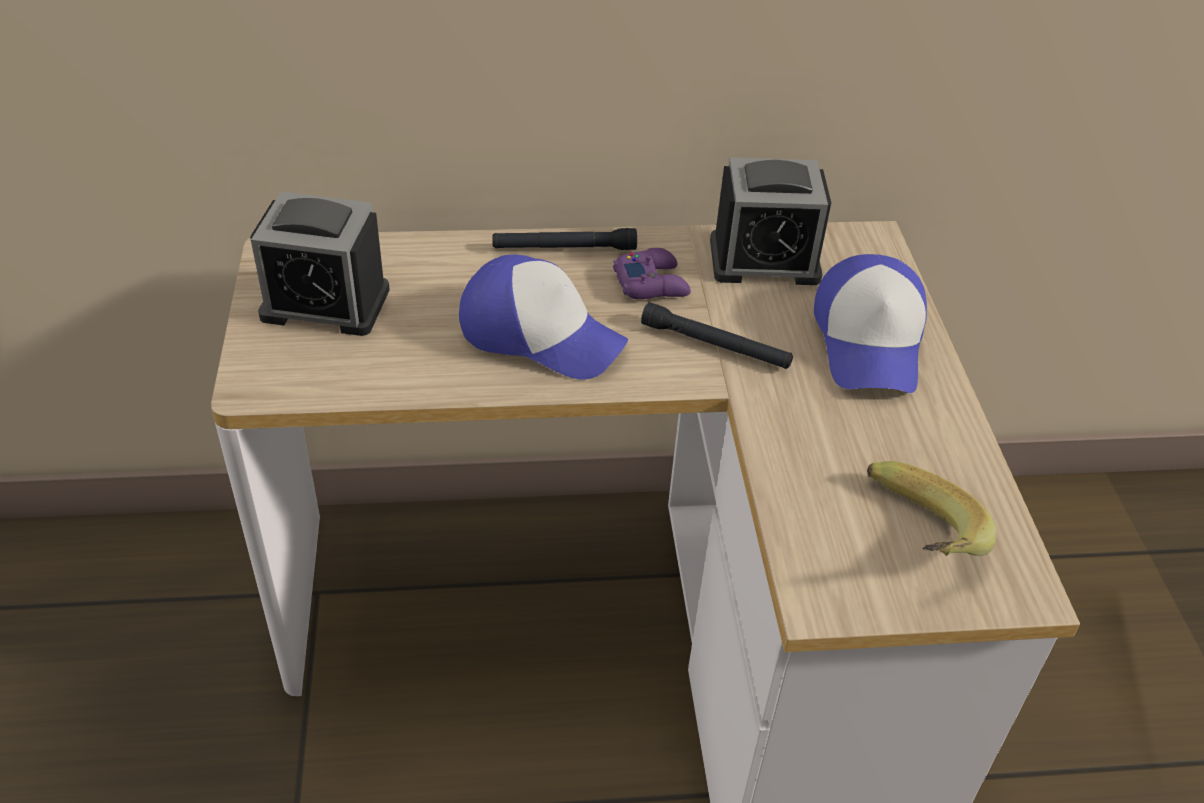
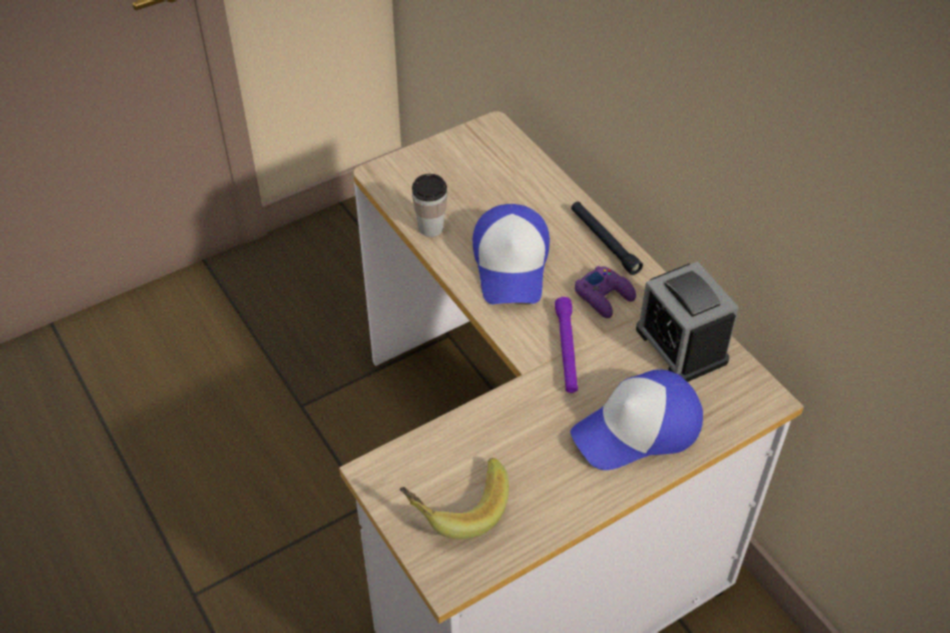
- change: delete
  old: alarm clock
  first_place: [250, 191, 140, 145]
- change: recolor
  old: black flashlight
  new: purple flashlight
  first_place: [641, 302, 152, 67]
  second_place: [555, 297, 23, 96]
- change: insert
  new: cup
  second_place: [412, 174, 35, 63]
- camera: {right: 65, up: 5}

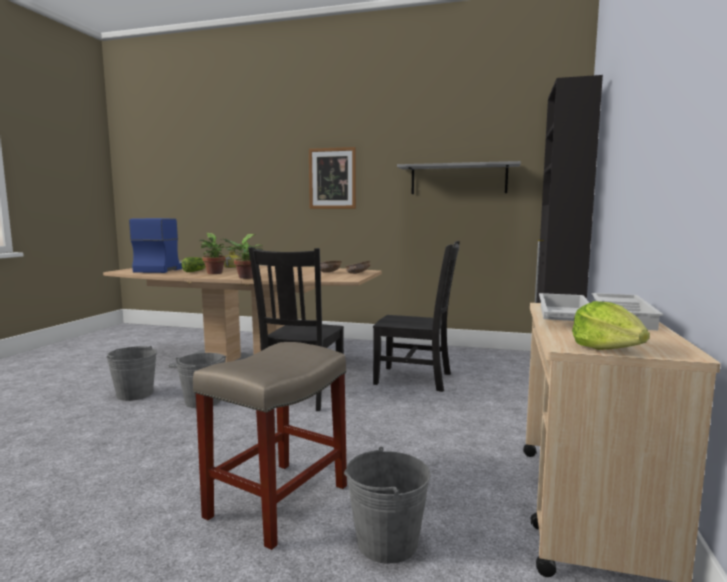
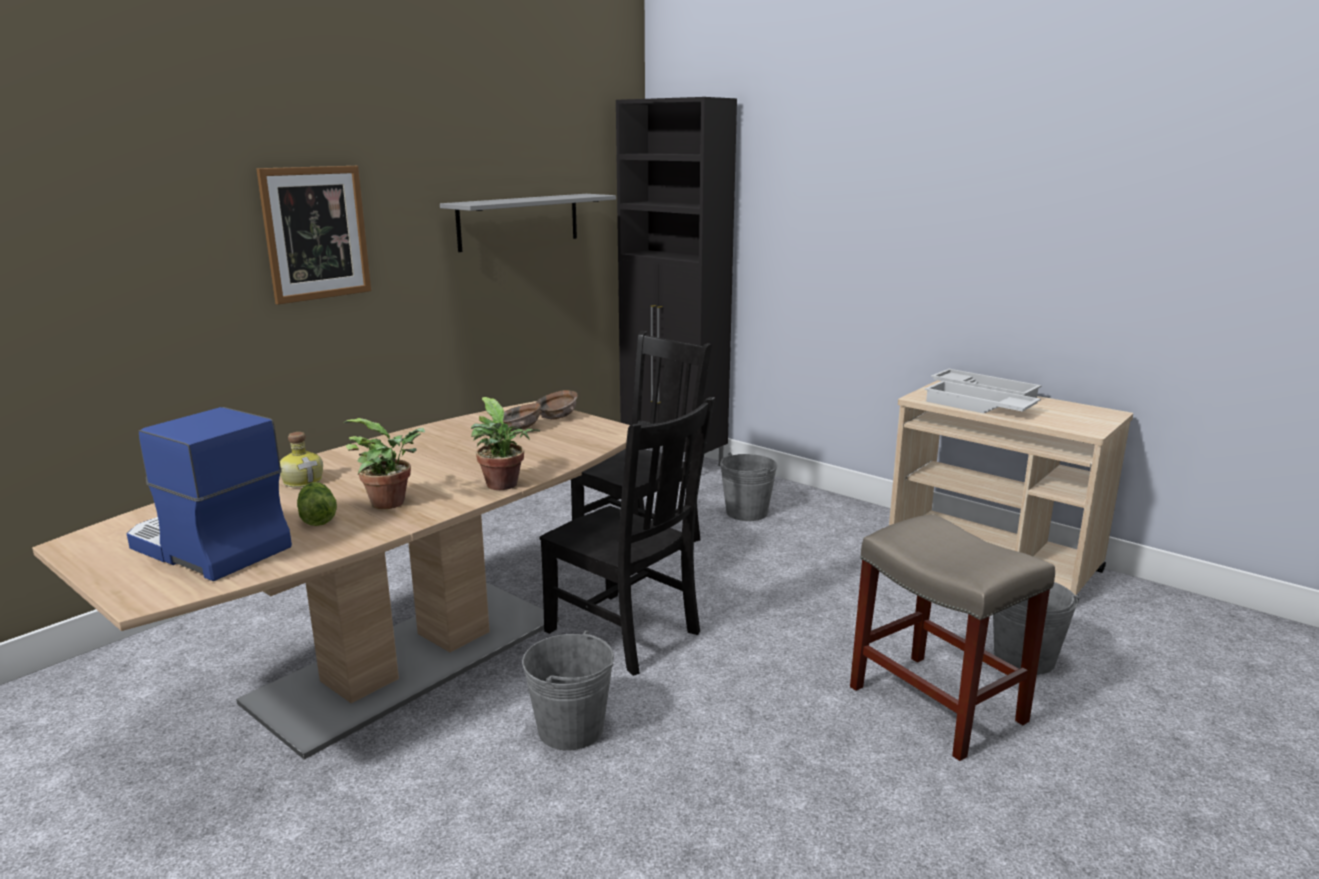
- change: move
  old: grey bucket
  first_place: [106, 346, 51, 55]
  second_place: [720, 453, 57, 68]
- change: delete
  old: lettuce
  first_place: [572, 301, 78, 49]
- camera: {right: -65, up: 10}

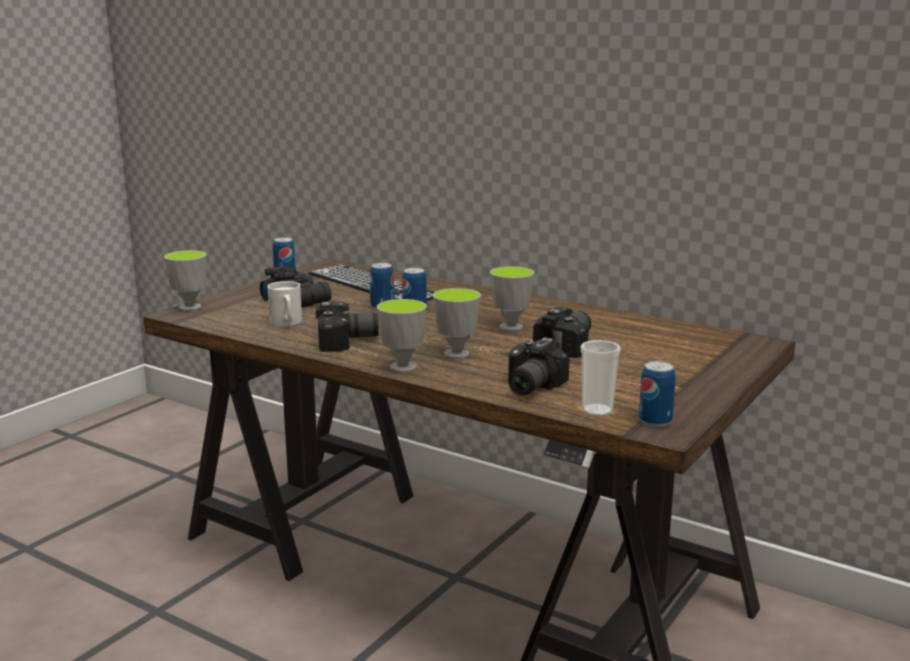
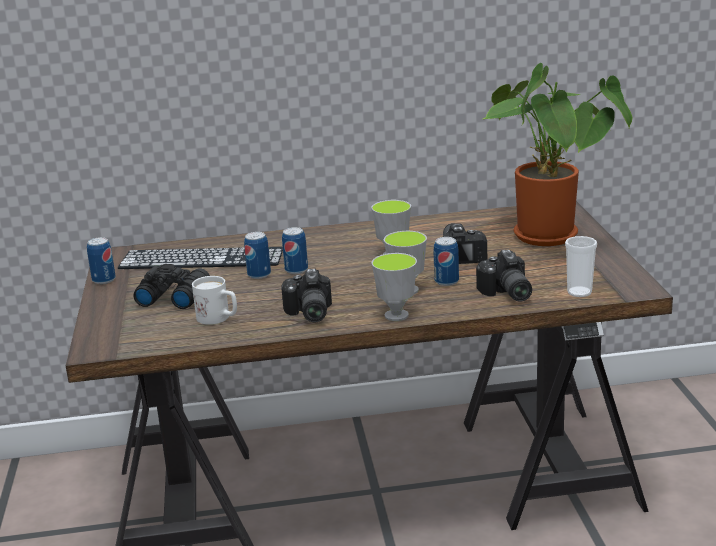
- change: delete
  old: cup
  first_place: [164, 250, 43, 61]
- change: rotate
  old: photo camera
  first_place: [316, 301, 63, 51]
  second_place: [282, 269, 50, 53]
  degrees: 135
- change: move
  old: can
  first_place: [639, 361, 36, 66]
  second_place: [434, 237, 25, 49]
- change: insert
  new: potted plant
  second_place: [483, 63, 150, 183]
- camera: {right: -40, up: 5}

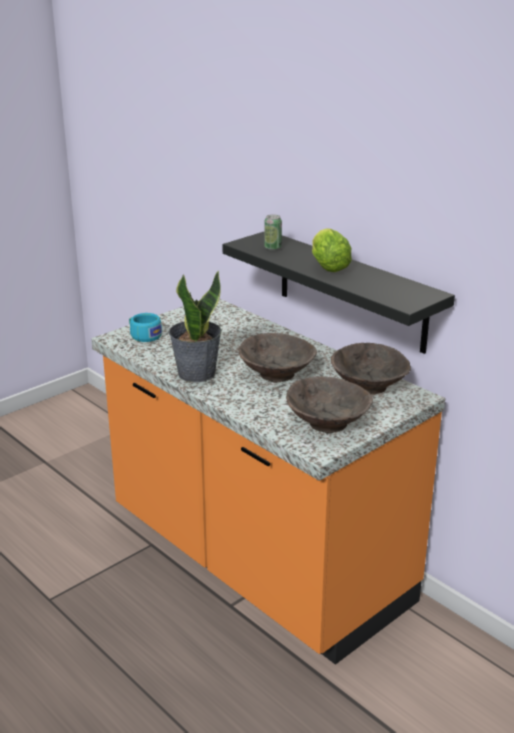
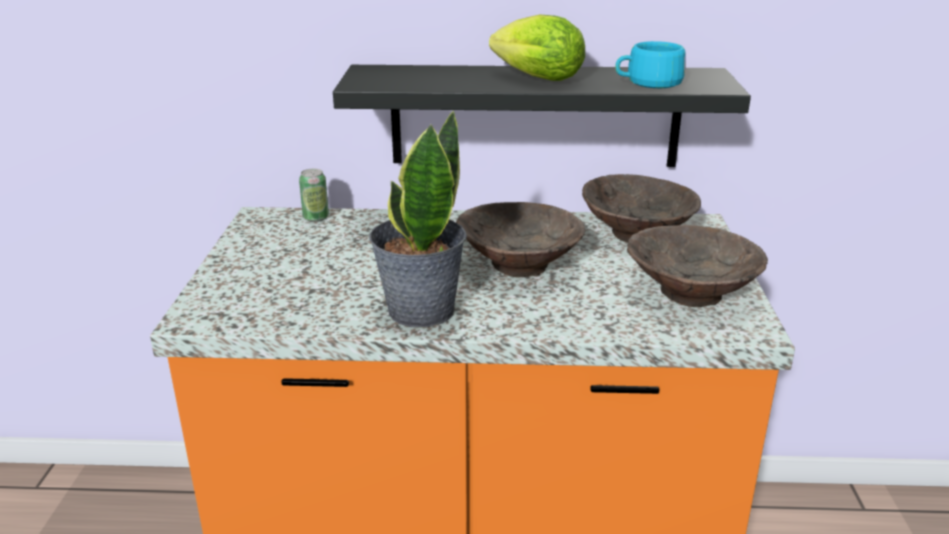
- change: move
  old: turquoise cup
  first_place: [129, 313, 33, 29]
  second_place: [615, 41, 71, 47]
- change: move
  old: can
  first_place: [264, 215, 18, 35]
  second_place: [299, 169, 30, 53]
- camera: {right: -45, up: 0}

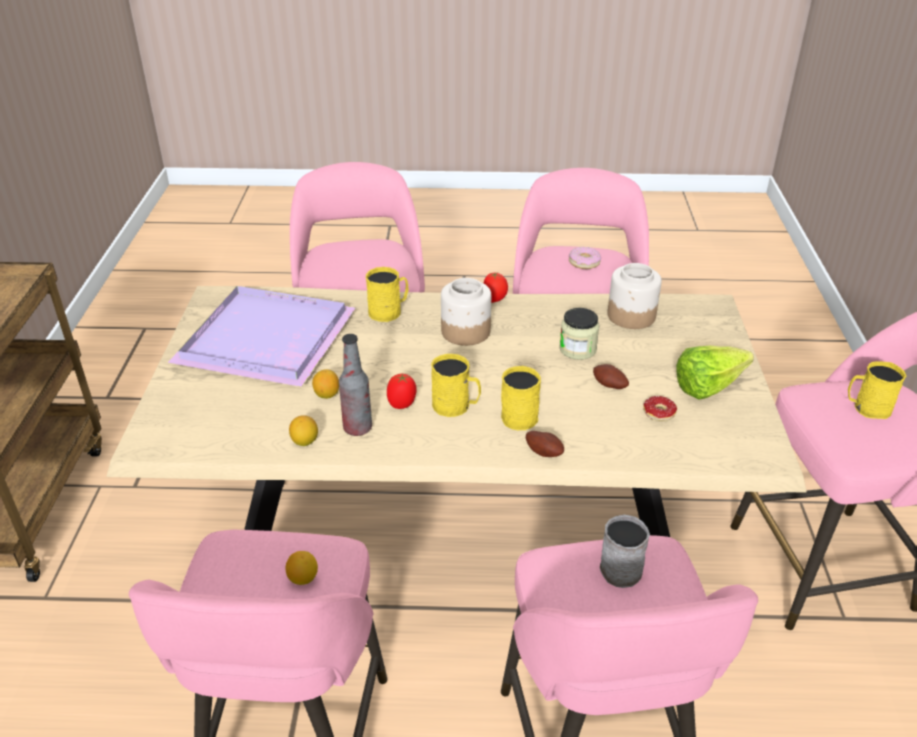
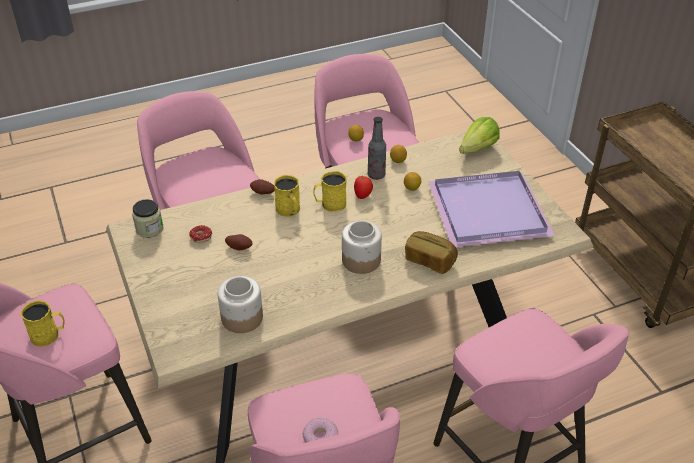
- change: replace
  old: yellow mug
  new: bread
  first_place: [366, 267, 42, 55]
  second_place: [405, 231, 53, 43]
- change: delete
  old: tomato
  first_place: [484, 272, 24, 31]
- change: move
  old: jar
  first_place: [559, 308, 40, 52]
  second_place: [132, 199, 31, 39]
- change: delete
  old: grey mug
  first_place: [600, 515, 50, 73]
- change: move
  old: lettuce
  first_place: [676, 346, 78, 54]
  second_place: [459, 117, 41, 37]
- camera: {right: 155, up: 5}

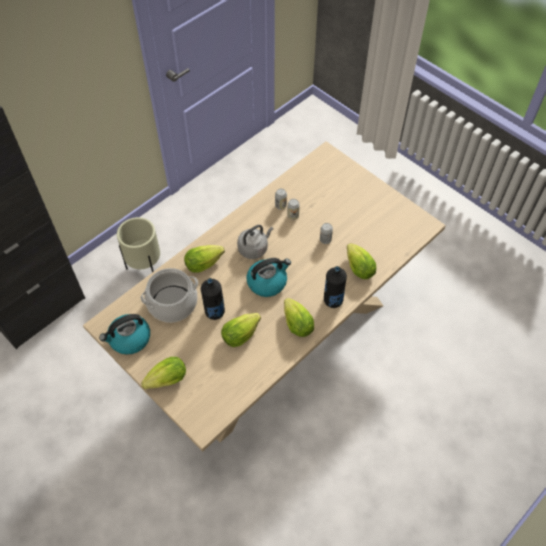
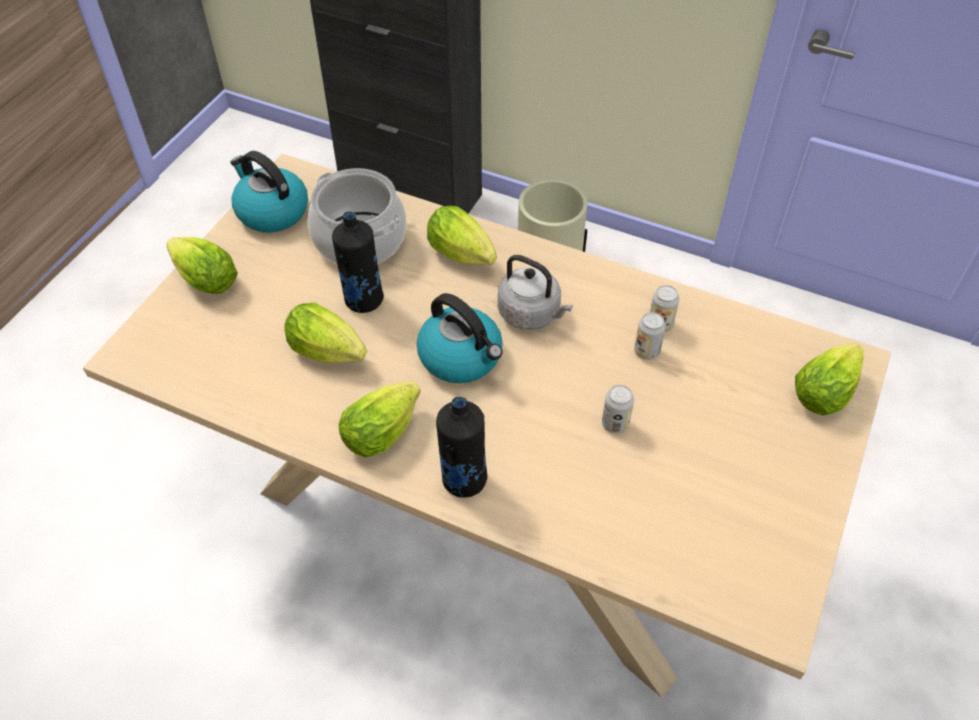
- change: move
  old: lettuce
  first_place: [347, 243, 29, 36]
  second_place: [795, 344, 69, 71]
- camera: {right: 70, up: -5}

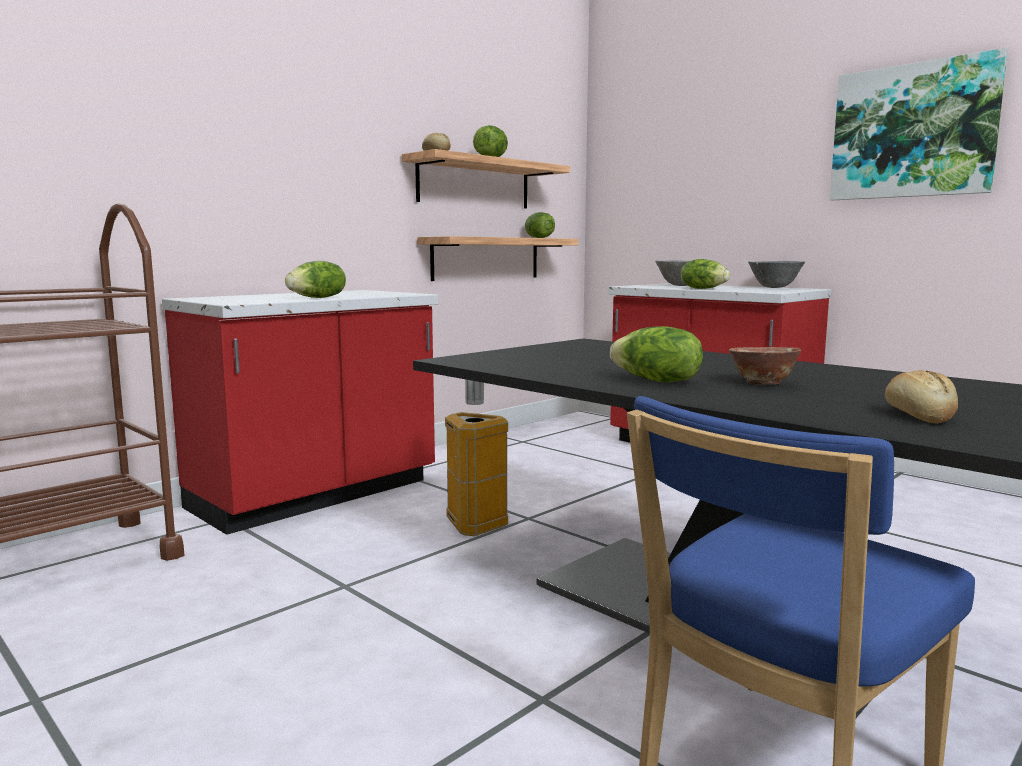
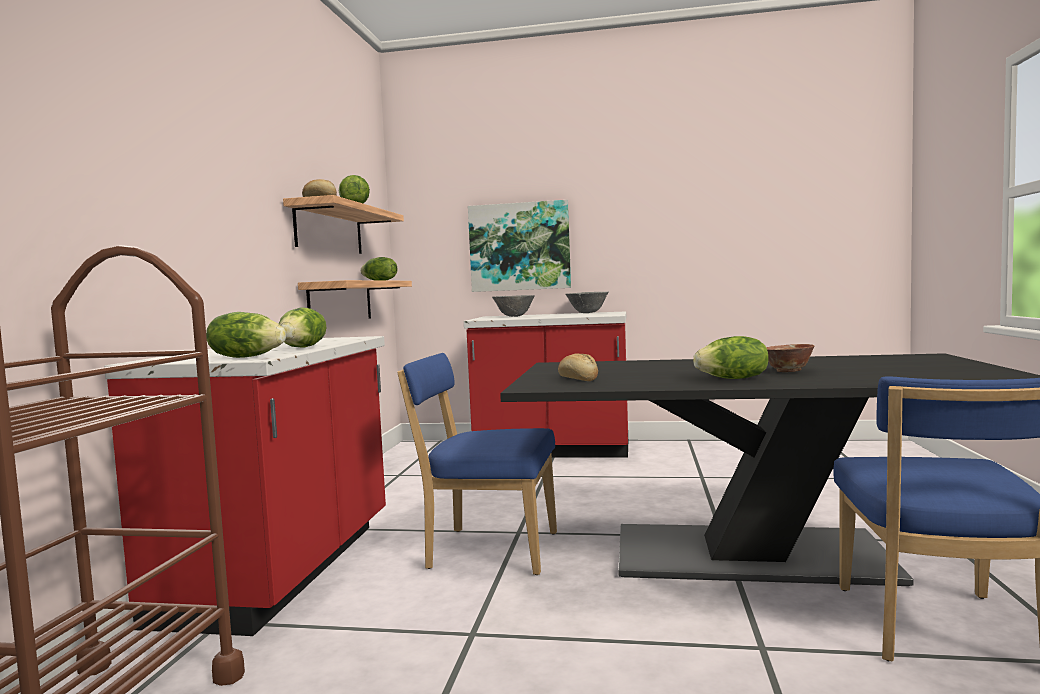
- change: replace
  old: trash can
  new: blue chair
  first_place: [445, 379, 63, 157]
  second_place: [397, 353, 160, 222]
- change: move
  old: lettuce
  first_place: [681, 259, 49, 30]
  second_place: [206, 312, 80, 46]
- change: move
  old: picture
  first_place: [830, 48, 178, 152]
  second_place: [468, 200, 103, 92]
- change: move
  old: bread
  first_place: [885, 370, 73, 53]
  second_place: [558, 353, 40, 28]
- camera: {right: -35, up: -5}

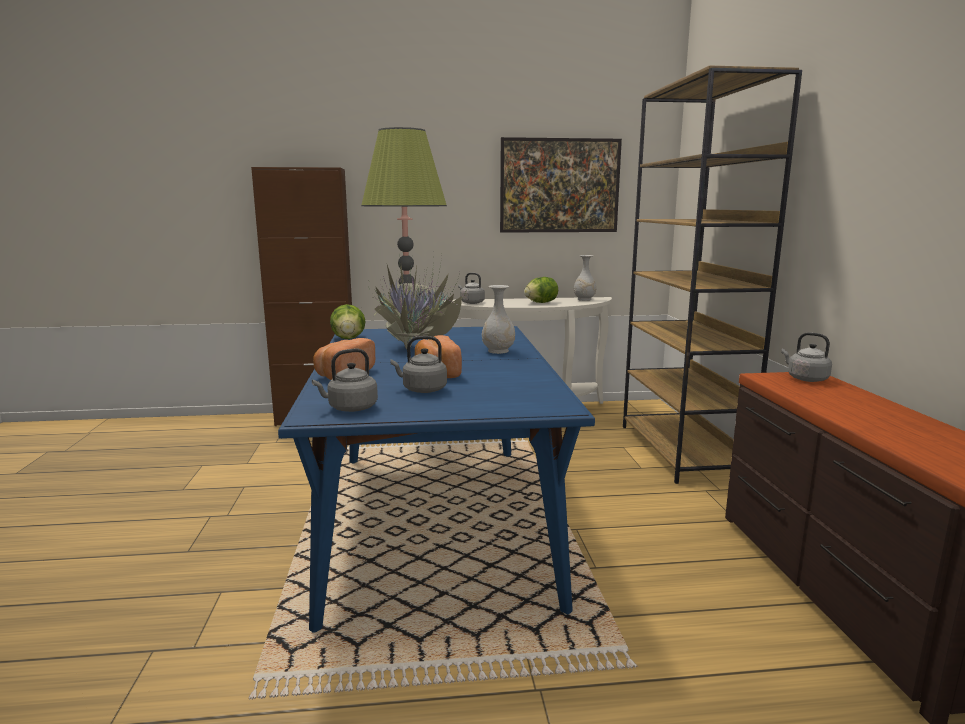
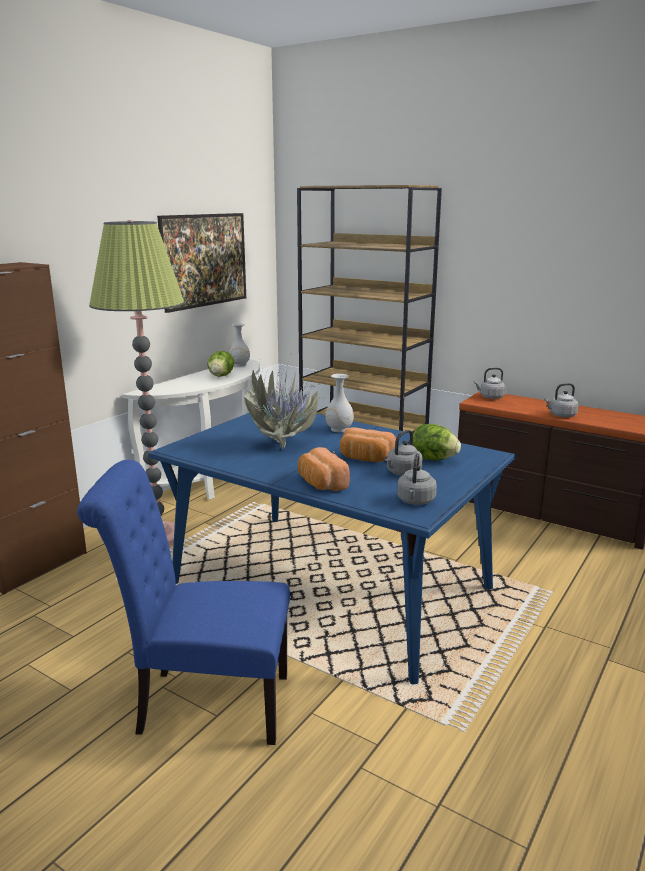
- change: move
  old: lettuce
  first_place: [330, 304, 36, 35]
  second_place: [412, 424, 49, 36]
- change: move
  old: grey kettle
  first_place: [458, 273, 27, 31]
  second_place: [544, 383, 35, 34]
- change: insert
  new: blue chair
  second_place: [77, 460, 213, 285]
- camera: {right: -50, up: 5}

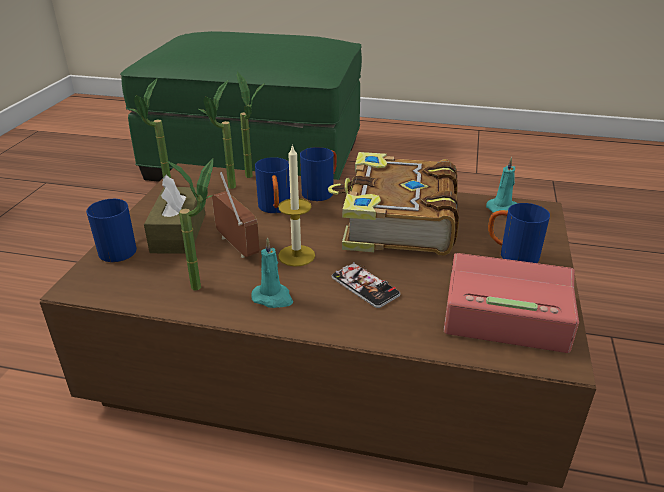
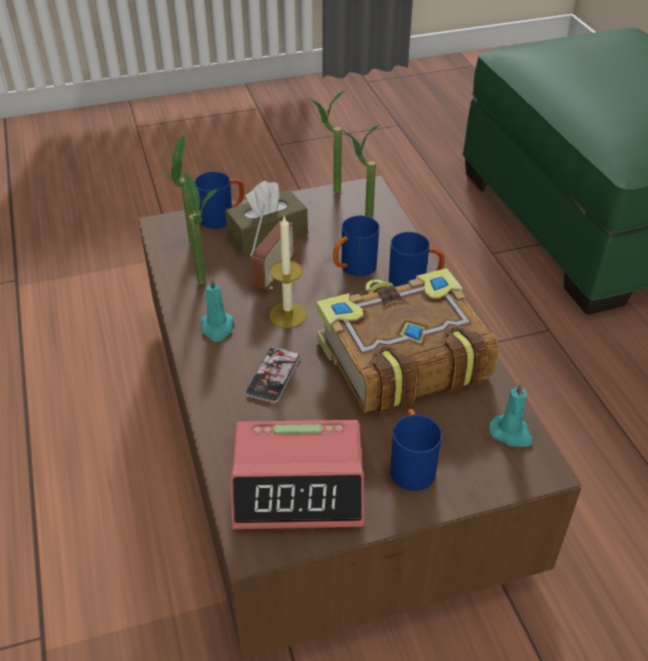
- change: move
  old: potted plant
  first_place: [237, 72, 28, 106]
  second_place: [160, 135, 34, 111]
- change: rotate
  old: alarm clock
  first_place: [444, 253, 135, 100]
  second_place: [230, 420, 134, 109]
  degrees: 105
- camera: {right: 60, up: 10}

